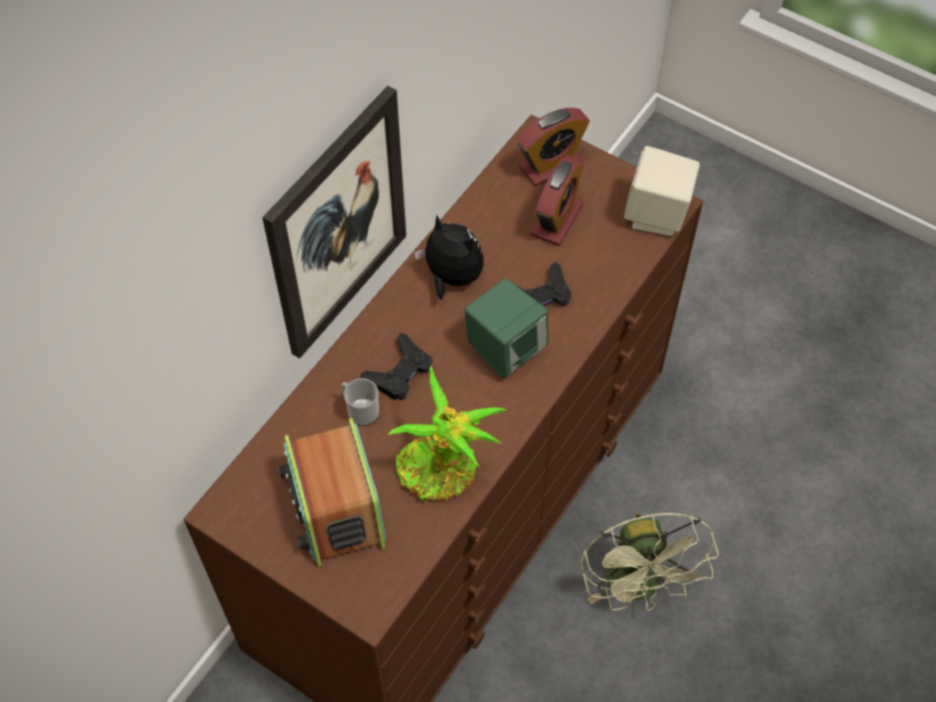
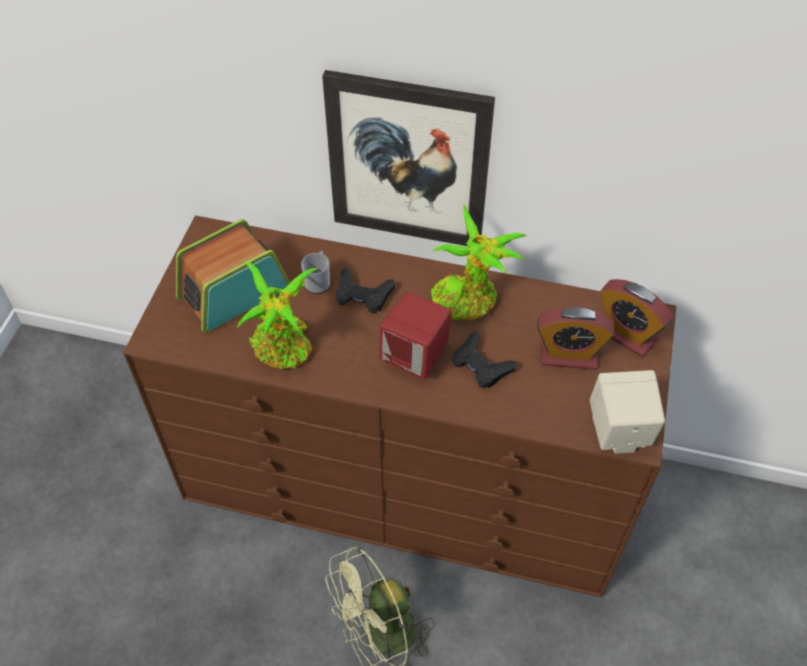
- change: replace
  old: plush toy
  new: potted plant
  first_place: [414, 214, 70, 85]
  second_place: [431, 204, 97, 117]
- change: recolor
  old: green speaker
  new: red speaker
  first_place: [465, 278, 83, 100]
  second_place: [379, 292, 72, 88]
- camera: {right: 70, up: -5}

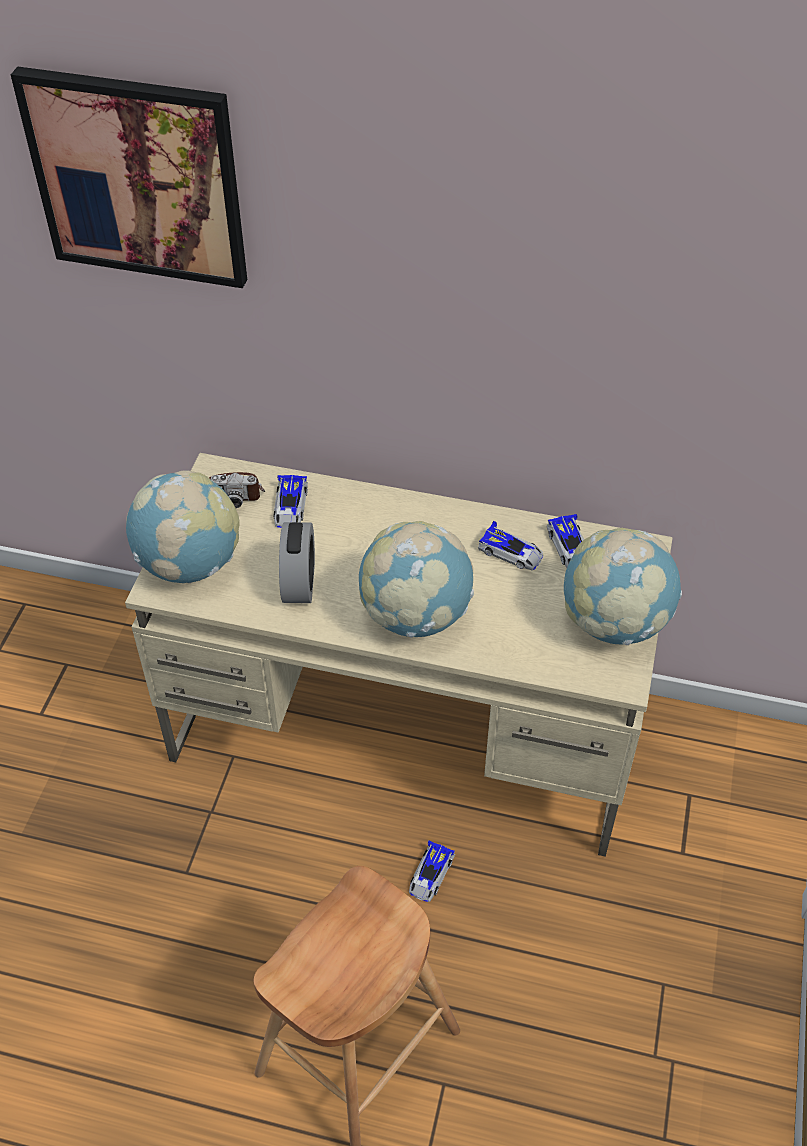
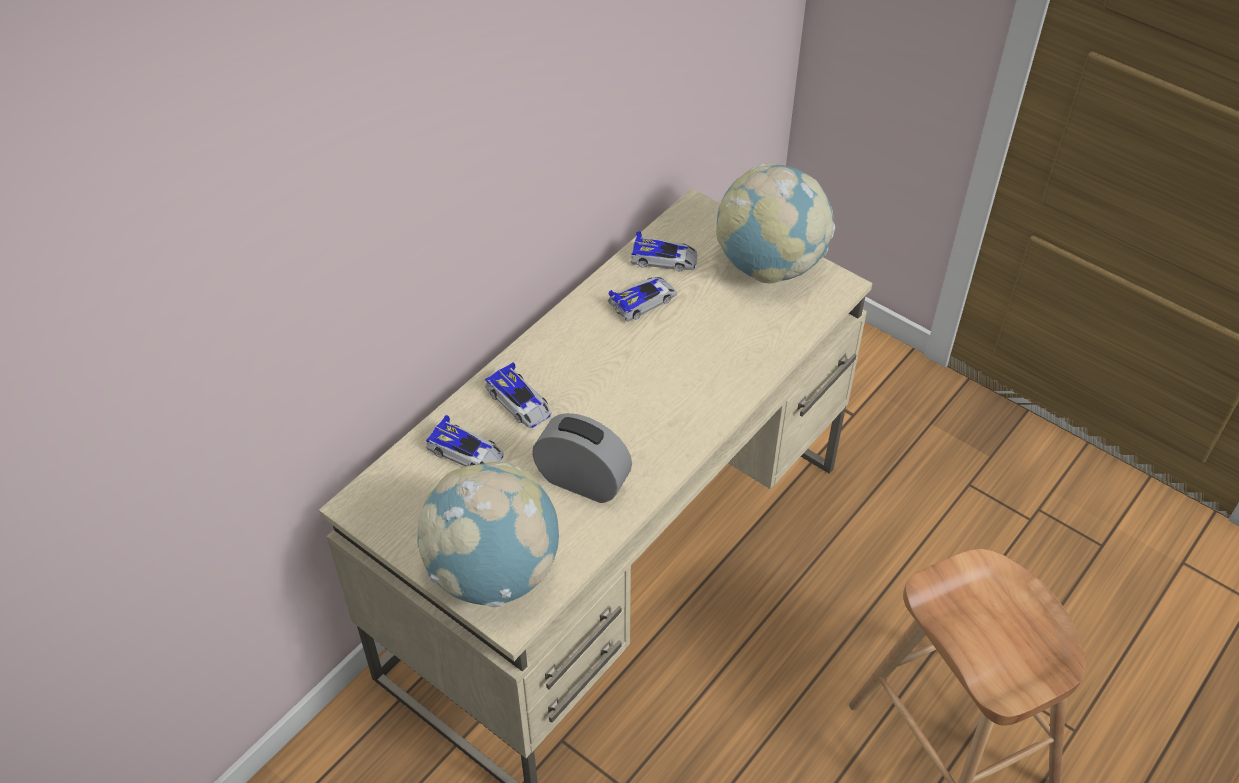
- change: delete
  old: picture
  first_place: [11, 67, 236, 221]
- change: delete
  old: photo camera
  first_place: [209, 472, 56, 36]
- change: delete
  old: globe
  first_place: [359, 521, 115, 117]
- change: move
  old: toy car
  first_place: [409, 840, 46, 62]
  second_place: [485, 362, 67, 66]
- camera: {right: -65, up: 0}

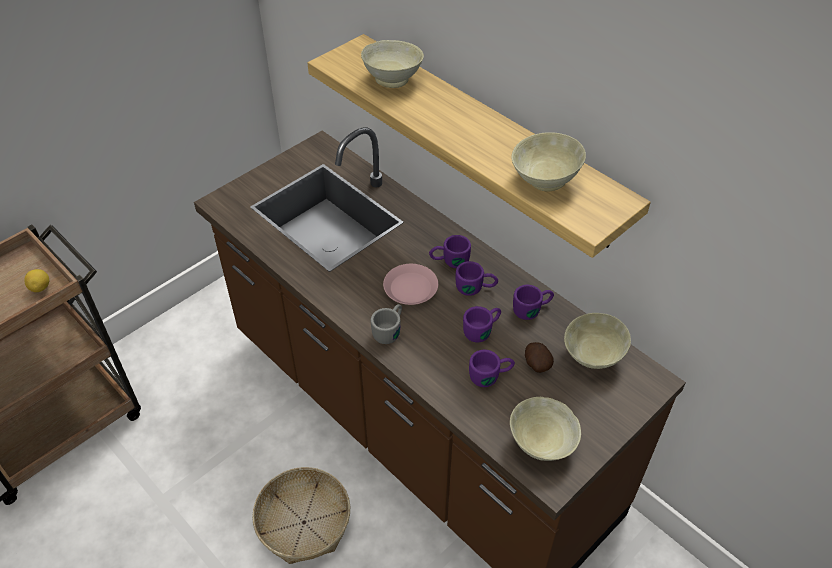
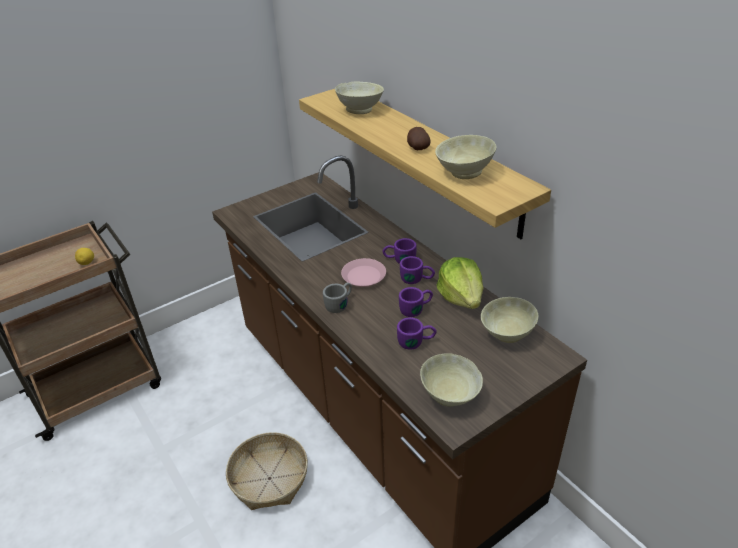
- change: replace
  old: purple mug
  new: lettuce
  first_place: [513, 285, 41, 35]
  second_place: [437, 257, 47, 52]
- change: move
  old: potato
  first_place: [525, 342, 29, 31]
  second_place: [407, 127, 24, 23]
- camera: {right: 10, up: -10}

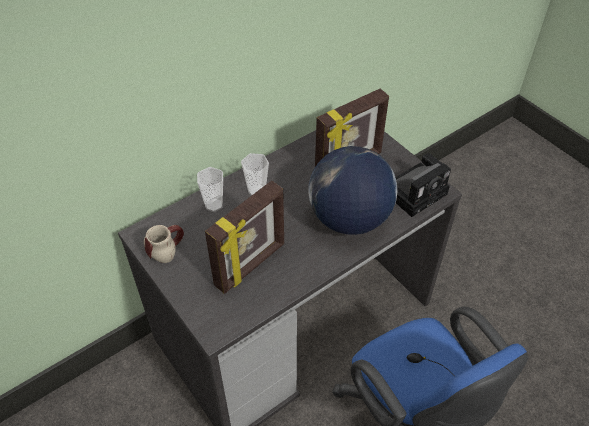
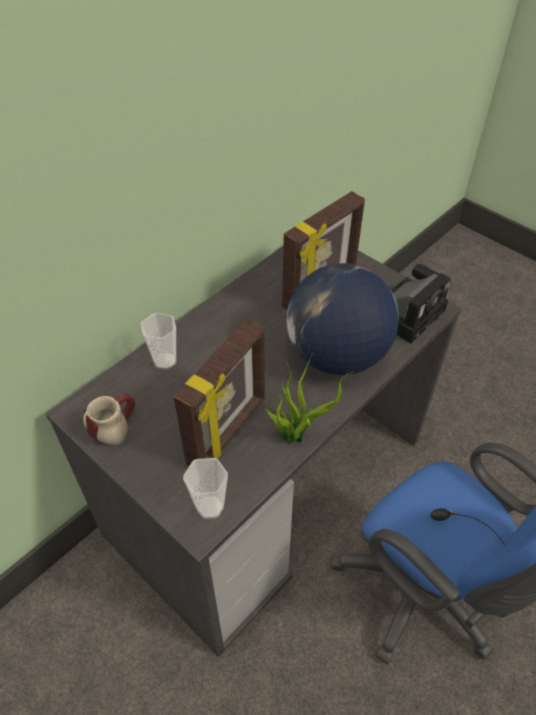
- change: move
  old: cup
  first_place: [241, 153, 28, 43]
  second_place: [183, 458, 45, 61]
- change: insert
  new: potted plant
  second_place: [265, 353, 89, 92]
- camera: {right: -10, up: 0}

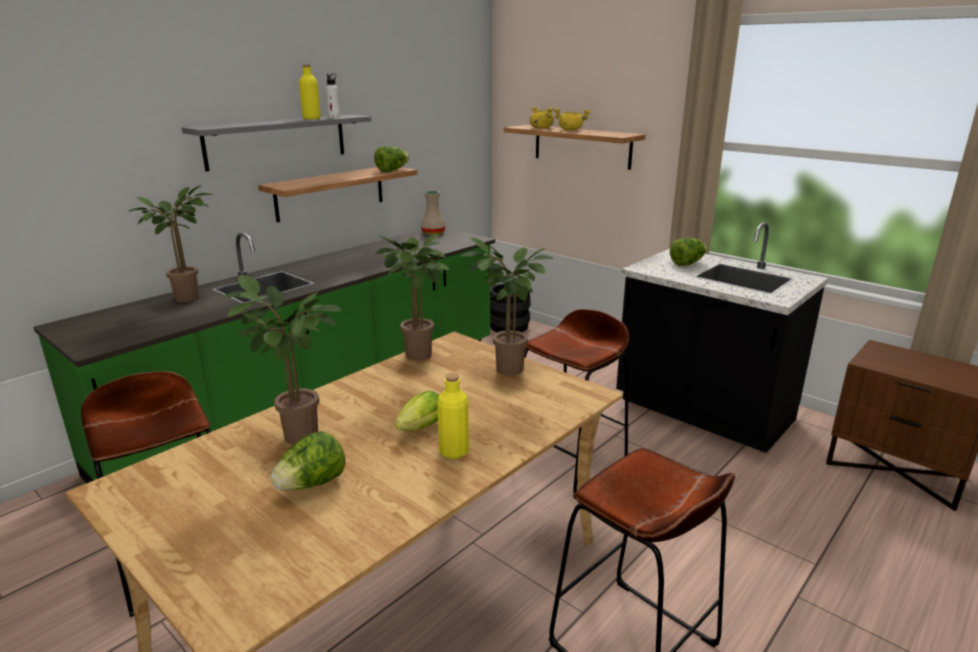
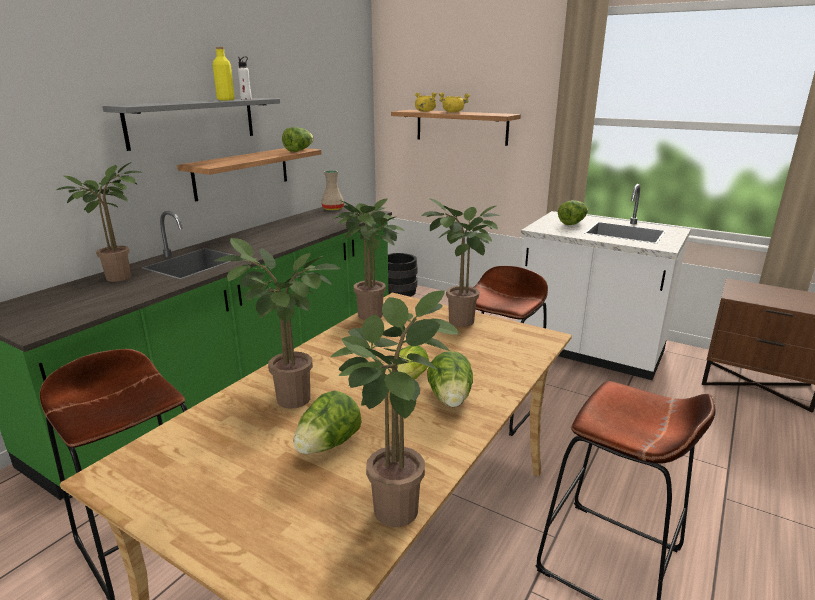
- change: replace
  old: yellow bottle
  new: lettuce
  first_place: [437, 373, 32, 86]
  second_place: [427, 351, 46, 56]
- change: recolor
  old: black counter
  new: white counter
  first_place: [616, 222, 212, 231]
  second_place: [517, 184, 174, 196]
- change: insert
  new: potted plant
  second_place: [330, 291, 130, 236]
- camera: {right: -10, up: 0}

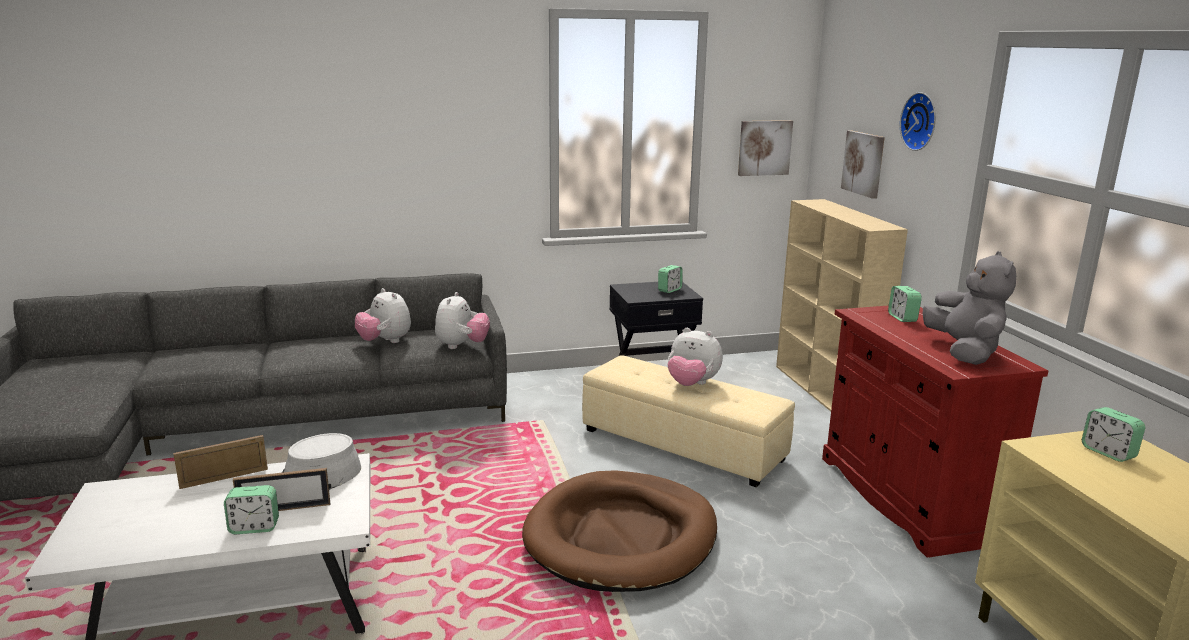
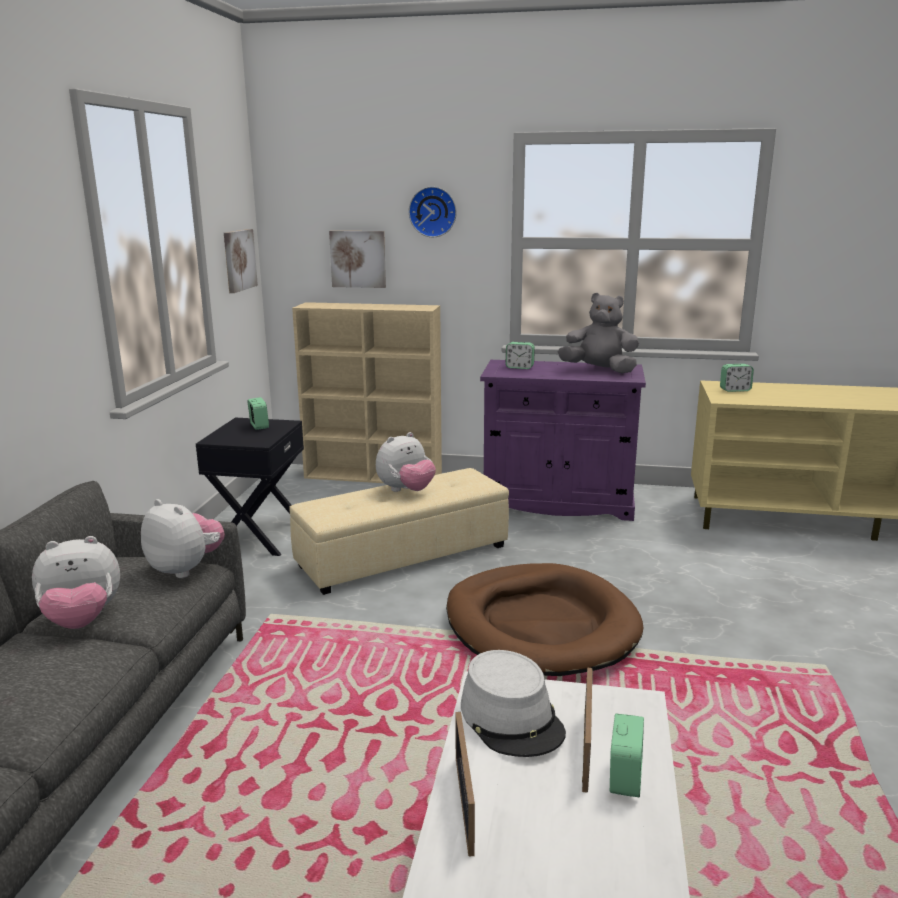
- change: recolor
  old: red cabinet
  new: purple cabinet
  first_place: [822, 305, 226, 253]
  second_place: [480, 360, 166, 161]
- camera: {right: -65, up: 0}

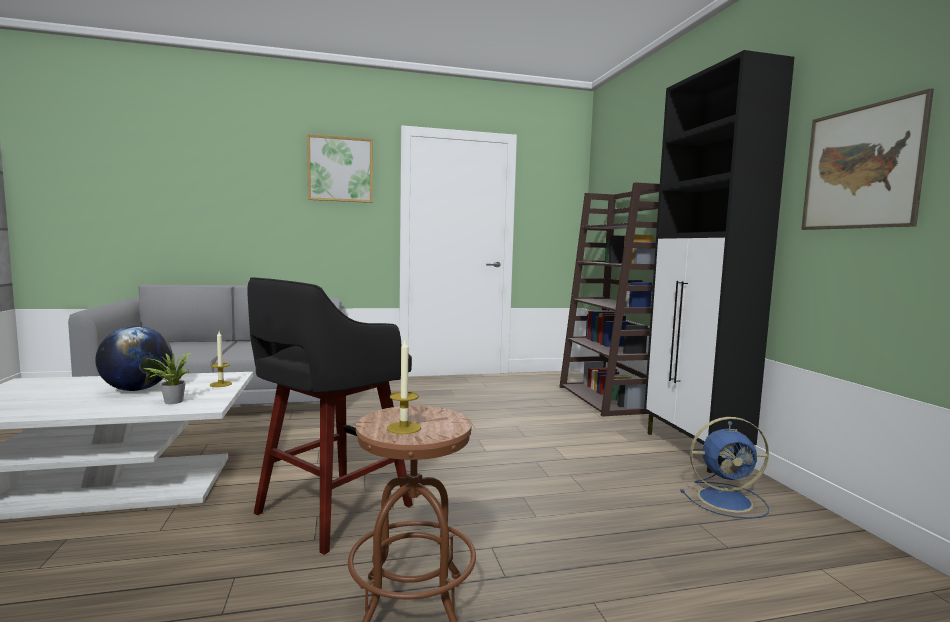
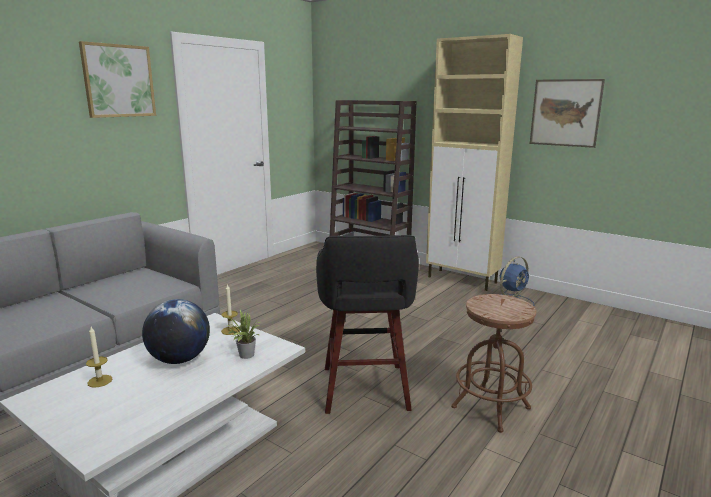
- change: move
  old: candle
  first_place: [387, 340, 34, 94]
  second_place: [86, 327, 26, 61]
- change: recolor
  old: black cabinet
  new: beige cabinet
  first_place: [644, 50, 151, 423]
  second_place: [426, 34, 97, 257]
- camera: {right: -40, up: 10}

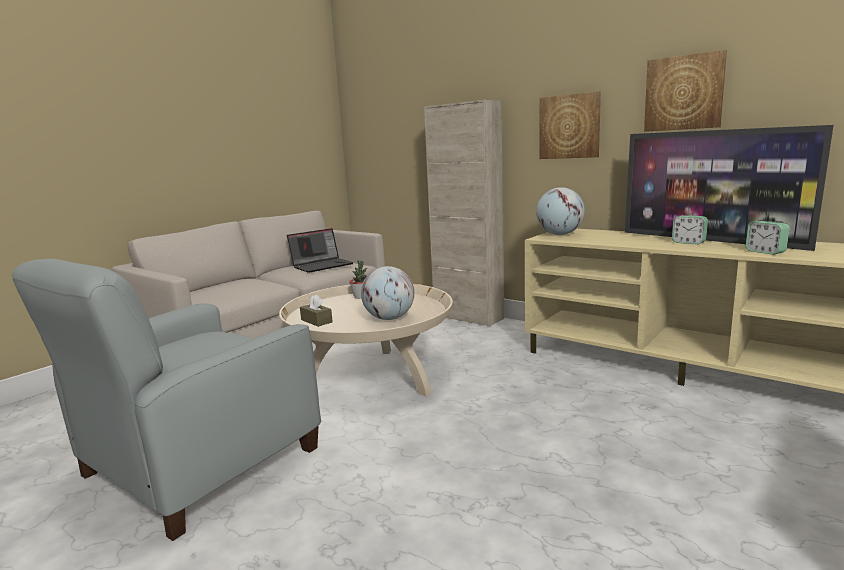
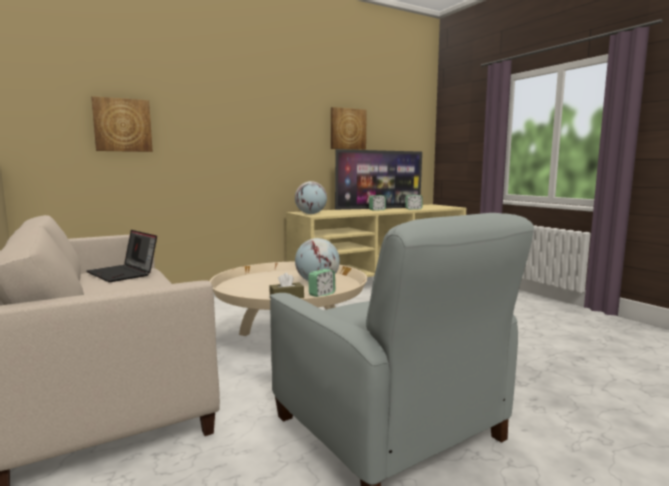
- change: rotate
  old: laptop
  first_place: [287, 228, 67, 45]
  second_place: [87, 230, 70, 52]
  degrees: 150
- change: delete
  old: potted plant
  first_place: [349, 260, 18, 39]
- change: delete
  old: beige cabinet
  first_place: [424, 100, 80, 227]
- change: move
  old: picture
  first_place: [540, 91, 61, 68]
  second_place: [91, 96, 62, 56]
- change: insert
  new: alarm clock
  second_place: [308, 269, 27, 28]
- camera: {right: -70, up: -5}

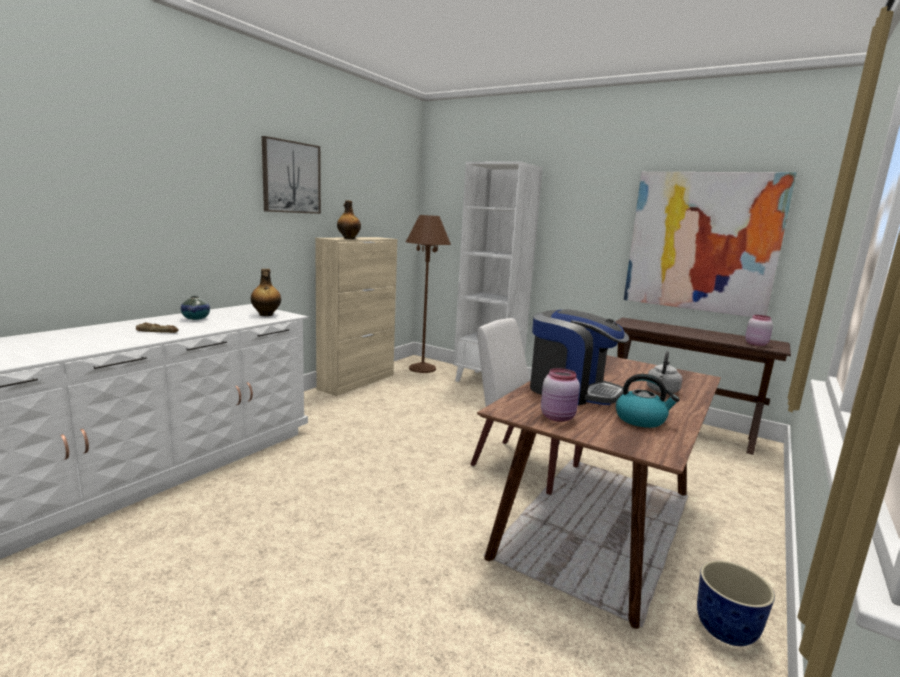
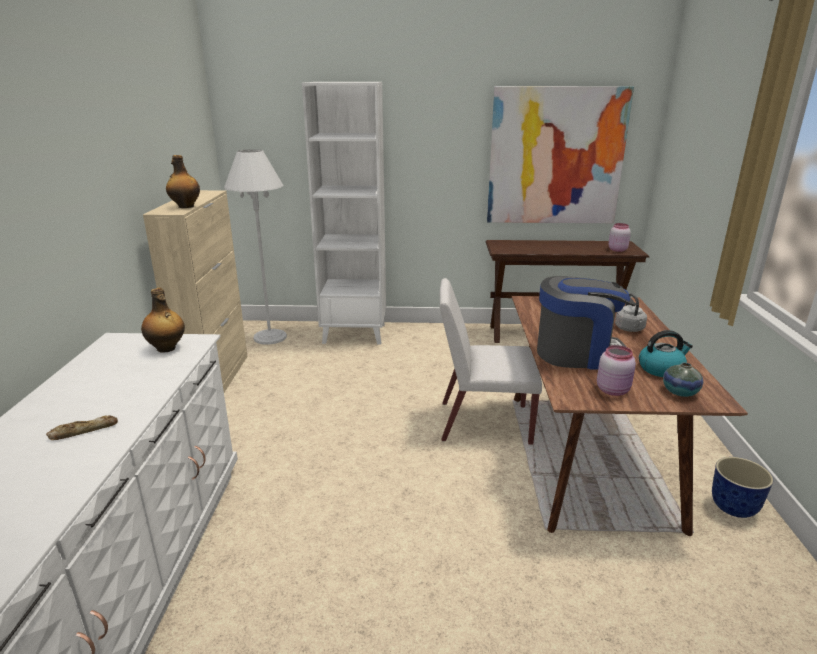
- change: move
  old: vase
  first_place: [181, 296, 29, 24]
  second_place: [663, 362, 40, 35]
- change: delete
  old: picture
  first_place: [262, 136, 59, 78]
- change: recolor
  old: brown floor lamp
  new: white floor lamp
  first_place: [406, 215, 45, 158]
  second_place: [224, 149, 63, 196]
- camera: {right: -30, up: 10}

